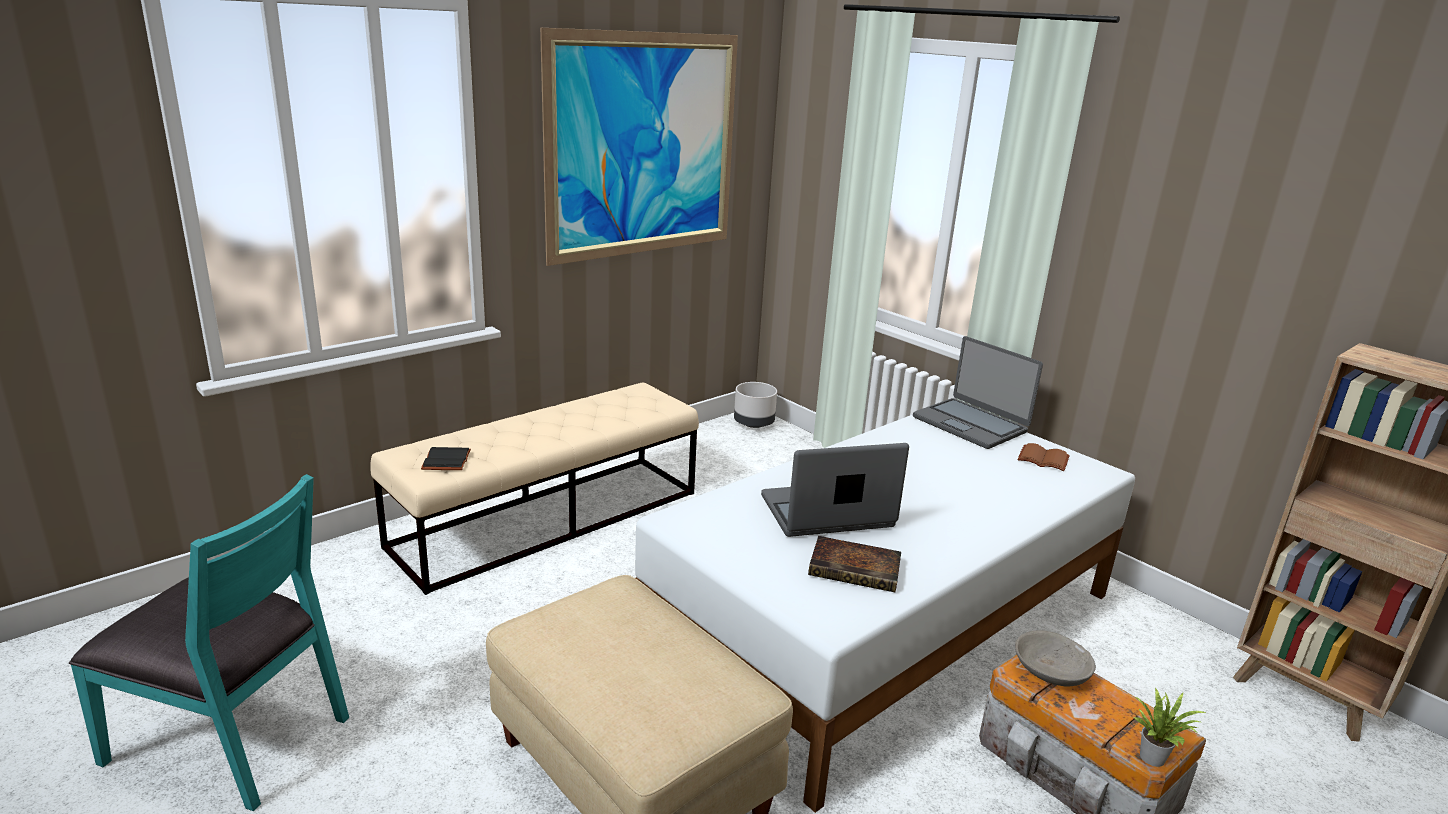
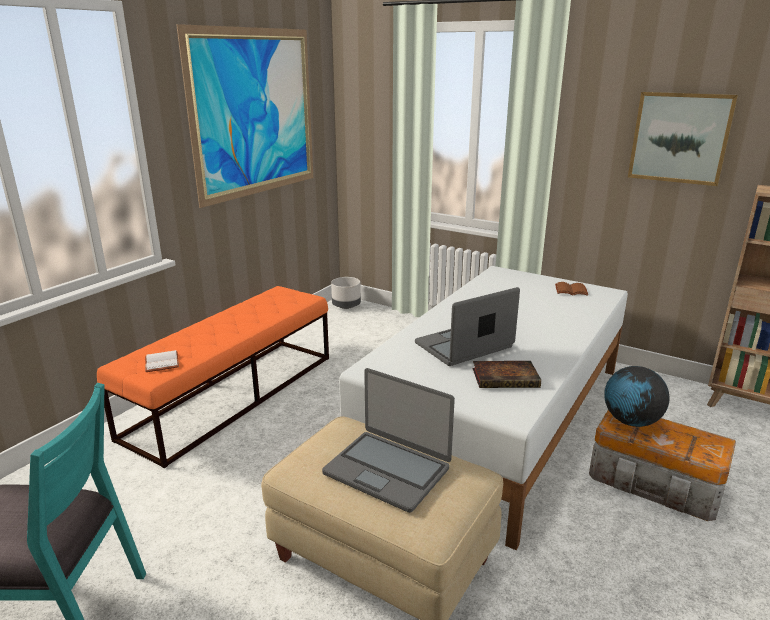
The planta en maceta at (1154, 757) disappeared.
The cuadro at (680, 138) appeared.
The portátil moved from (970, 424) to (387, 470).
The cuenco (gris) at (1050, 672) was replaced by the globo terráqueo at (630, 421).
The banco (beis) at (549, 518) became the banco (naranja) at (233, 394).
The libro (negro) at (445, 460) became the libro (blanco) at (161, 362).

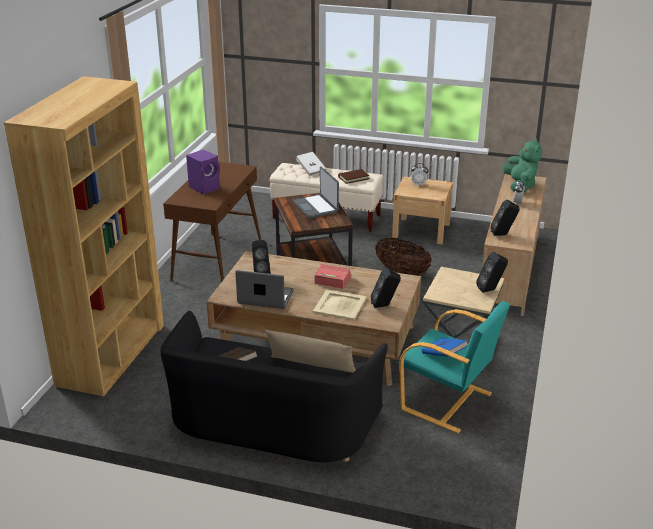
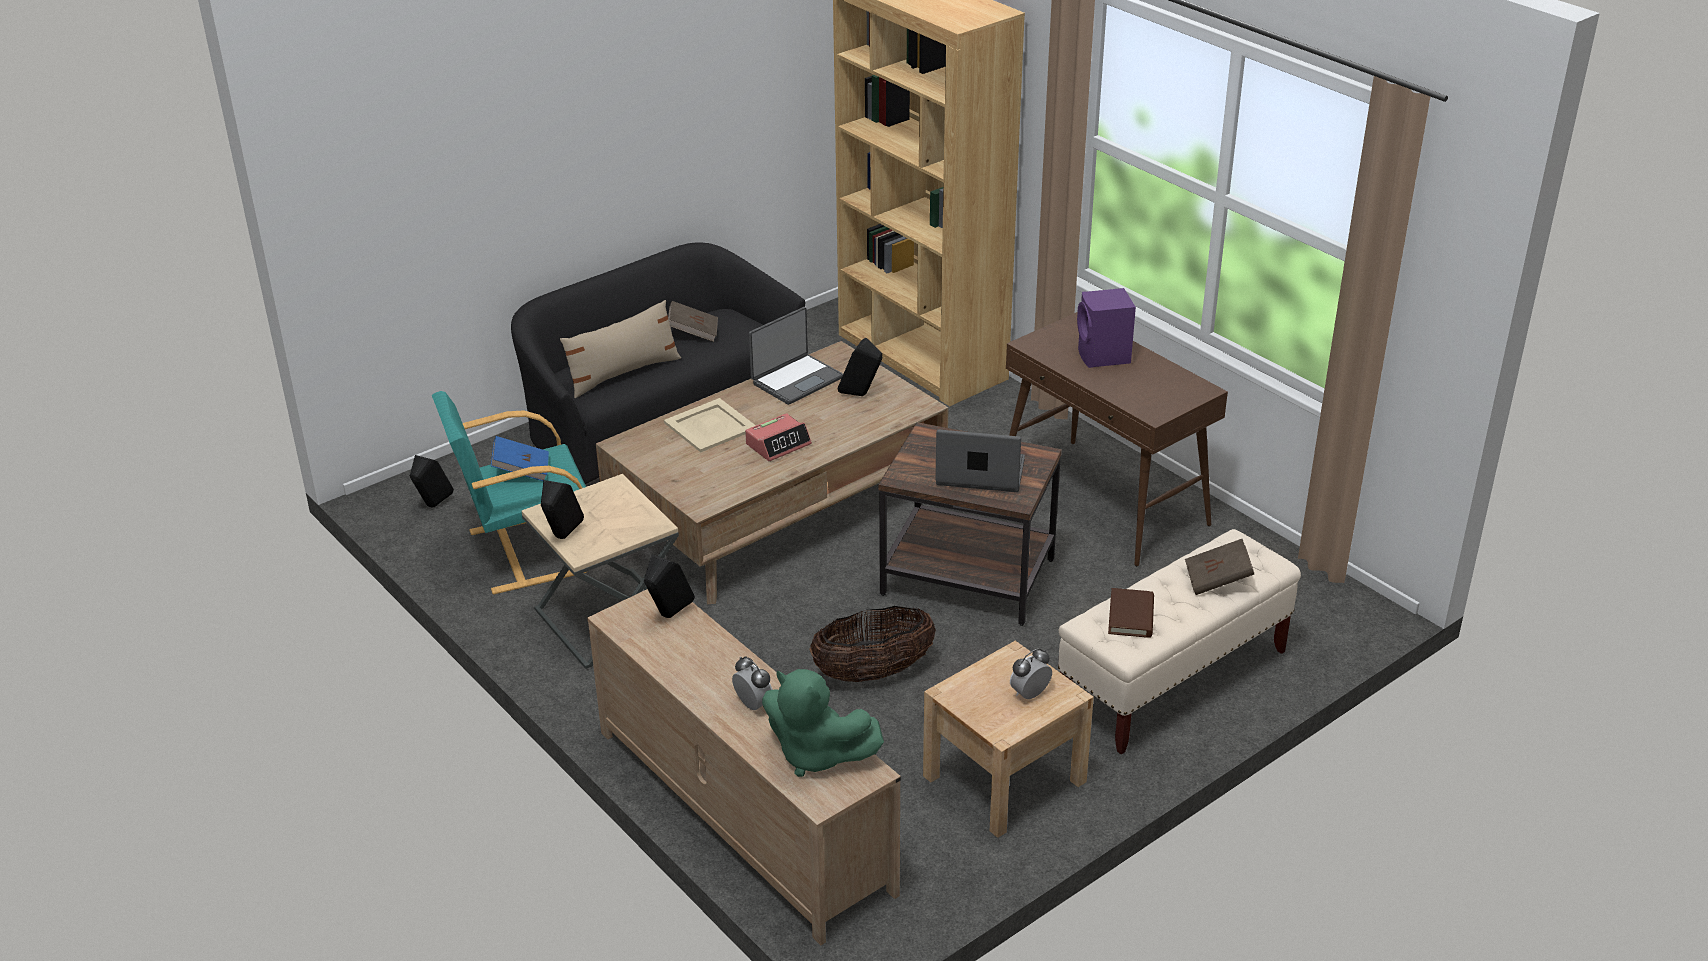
The altavoz (negro) moved from (385, 306) to (433, 506).
The libro (blanco) at (311, 170) became the libro (marrón) at (1217, 580).

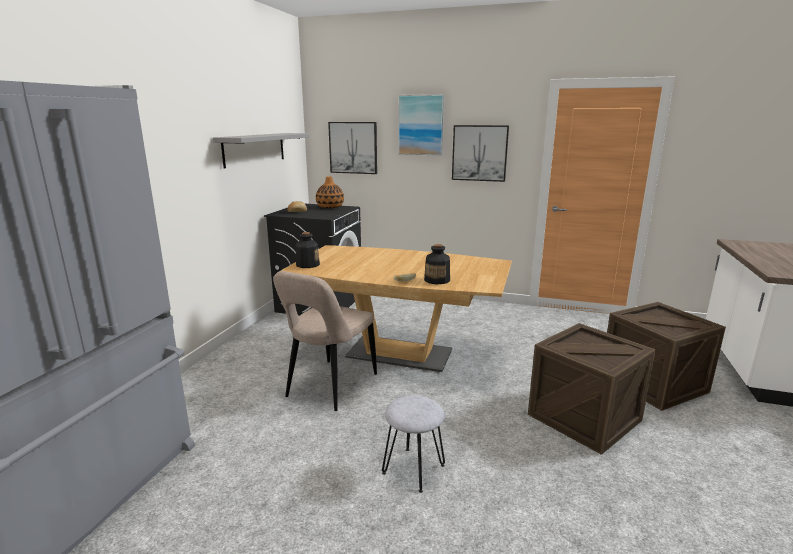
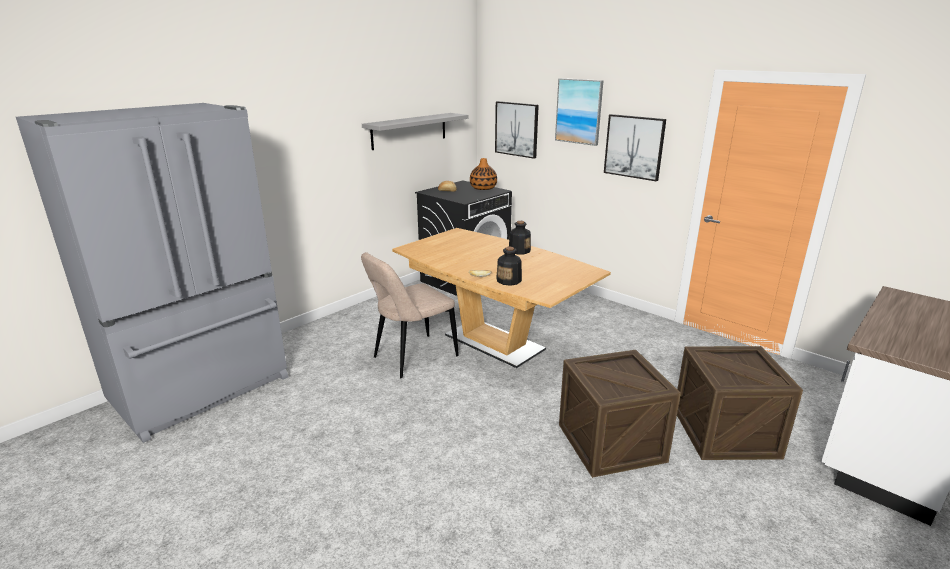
The taburete (gris) at (413, 469) disappeared.
The botella moved from (307, 265) to (519, 251).

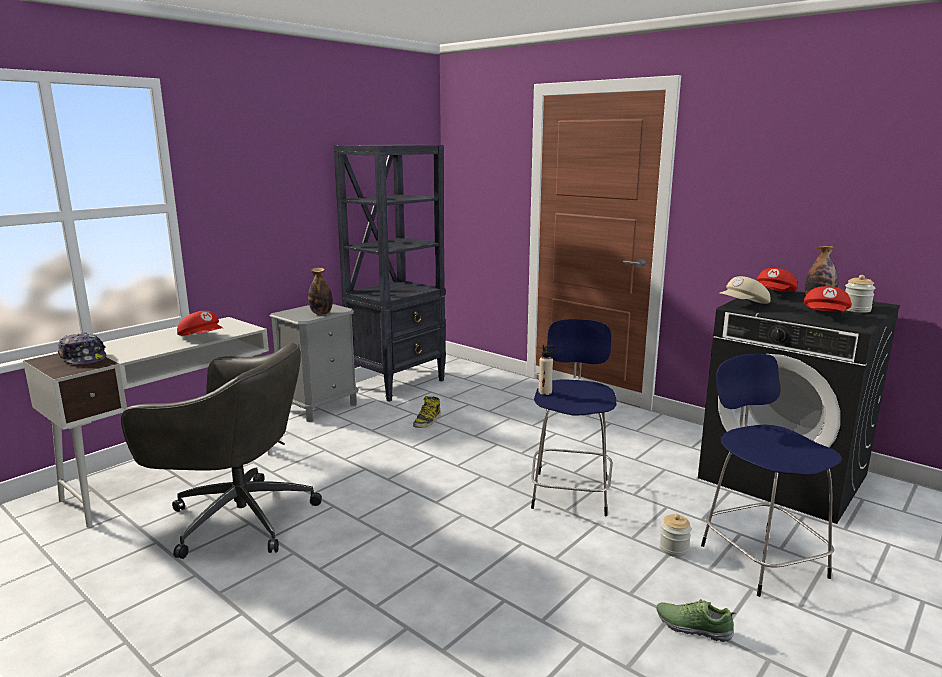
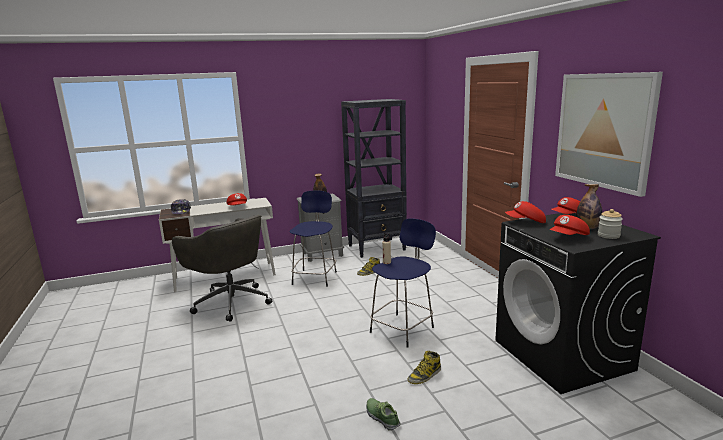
The cuadro at (603, 130) appeared.
The taburete (azul) moved from (760, 558) to (315, 277).
The tarro at (673, 549) was replaced by the bota at (424, 375).
The gorra (beis) at (744, 305) became the gorra (rojo) at (526, 222).

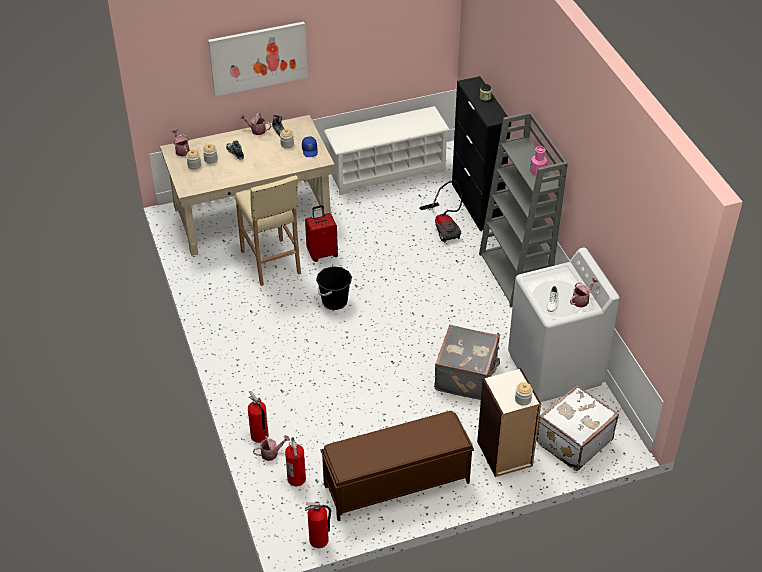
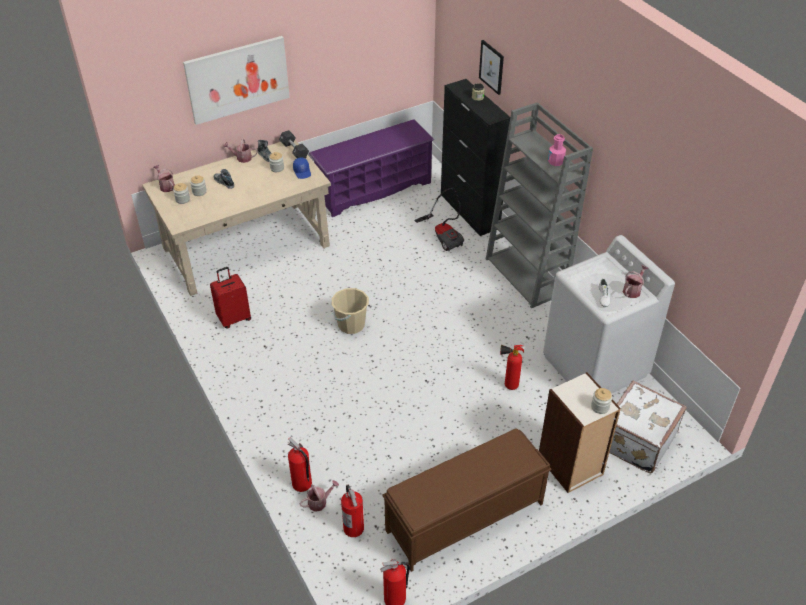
The taburete (beis) at (271, 263) disappeared.
The mancuerna (negro) at (294, 150) appeared.
The cuadro at (491, 67) appeared.
The maleta (rojo) moved from (322, 253) to (234, 318).
The maleta (gris) at (467, 376) was replaced by the extintor at (507, 385).
The cubo (negro) at (334, 301) became the cubo (beis) at (351, 325).
The zapatero (blanco) at (386, 171) became the zapatero (morado) at (373, 189).

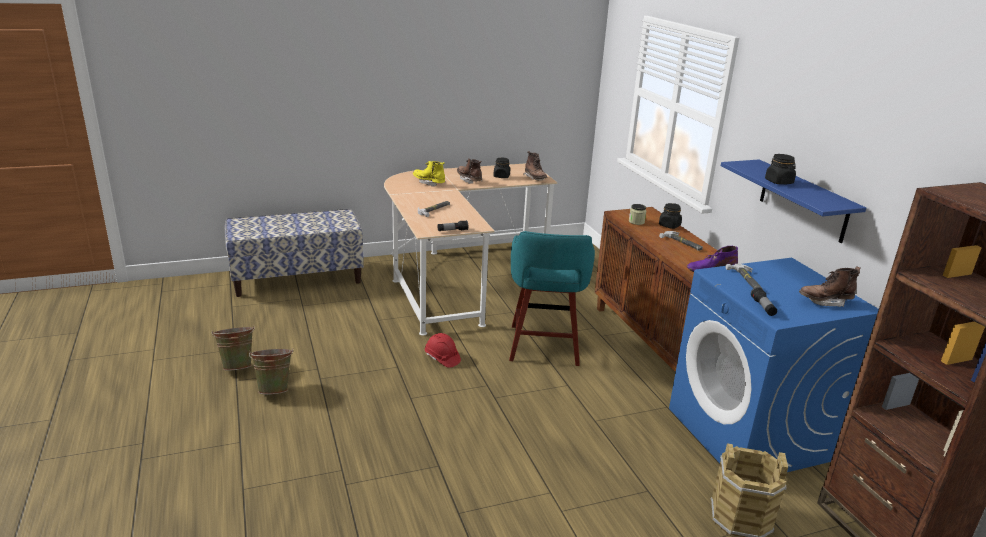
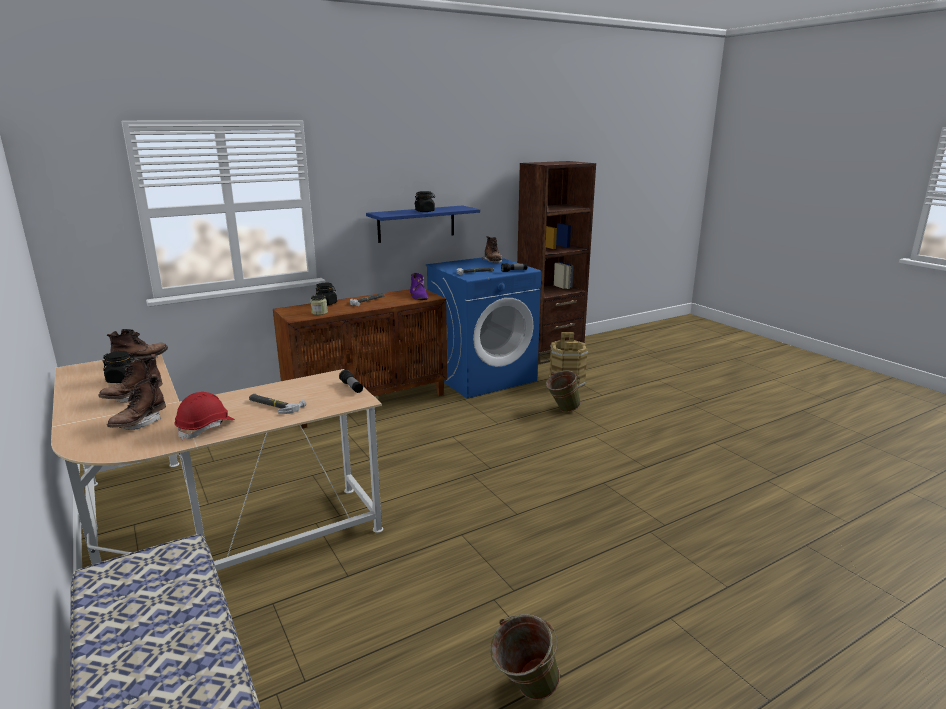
The taburete (turquesa) at (543, 347) disappeared.
The cubo (verde) moved from (275, 389) to (562, 410).
The casco (rojo) moved from (442, 358) to (206, 428).
The bota (amarillo) at (429, 183) became the bota (marrón) at (139, 424).

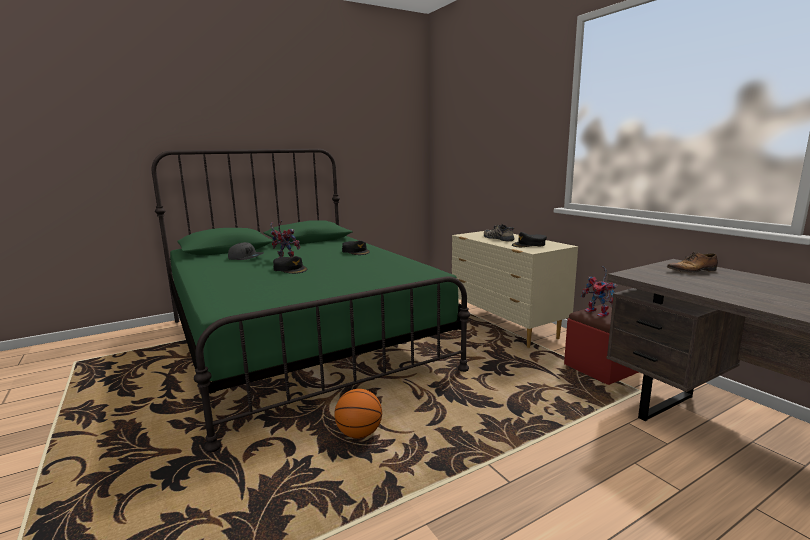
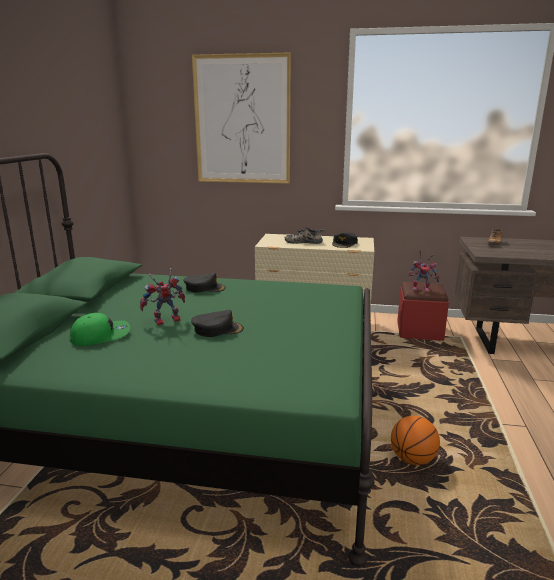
The cuadro at (242, 120) appeared.
The gorra (gris) at (246, 258) became the gorra (verde) at (100, 336).

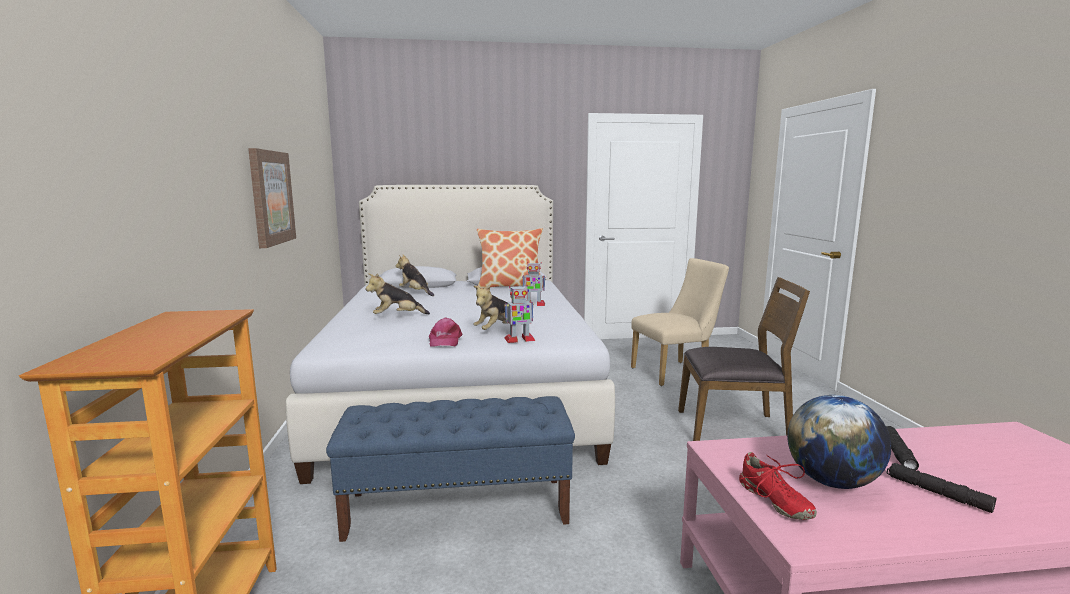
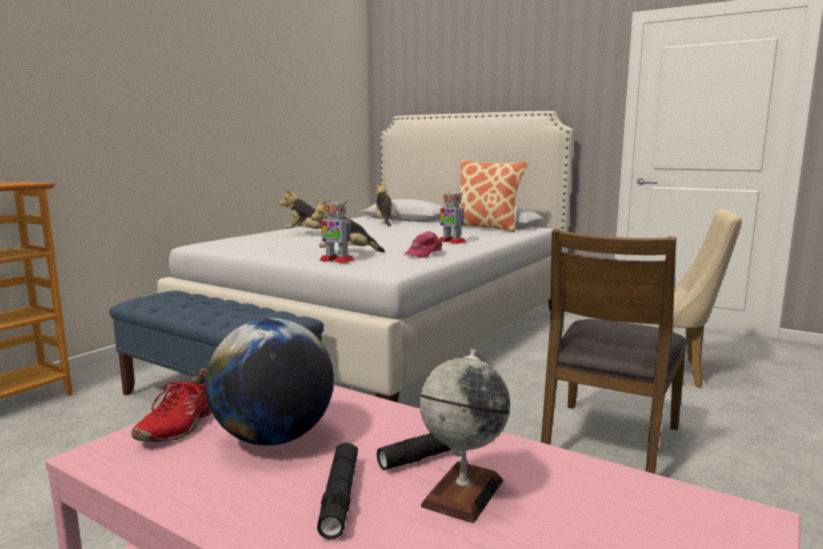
The cuadro at (271, 197) disappeared.
The globo terráqueo at (463, 493) appeared.
The gorra (rosa) moved from (444, 340) to (423, 253).
The silla (marrón) at (733, 428) turned 75 degrees clockwise.

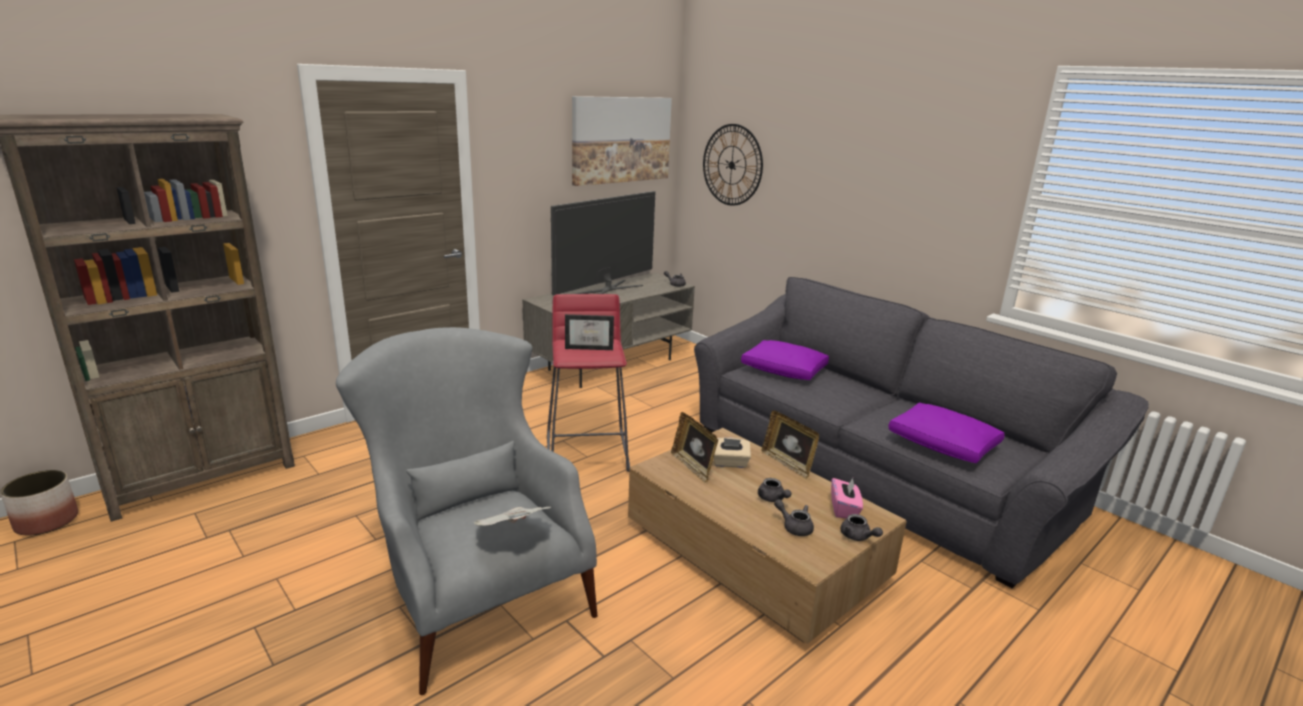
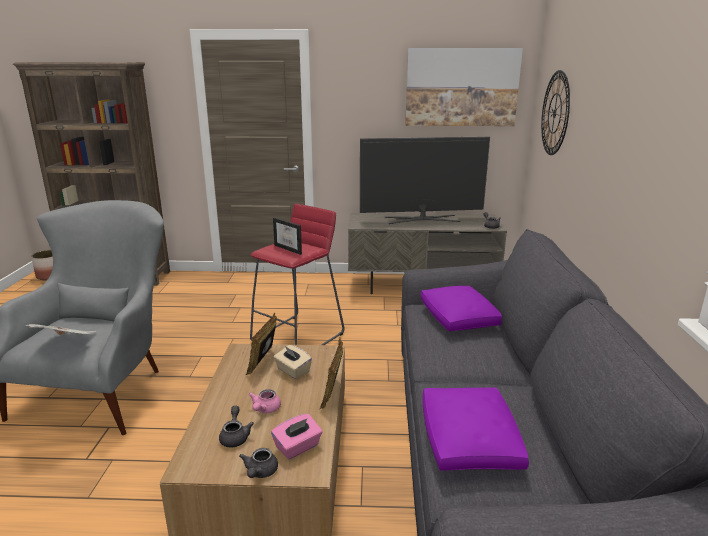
The tetera (gris) at (772, 499) became the tetera (rosa) at (265, 409).

